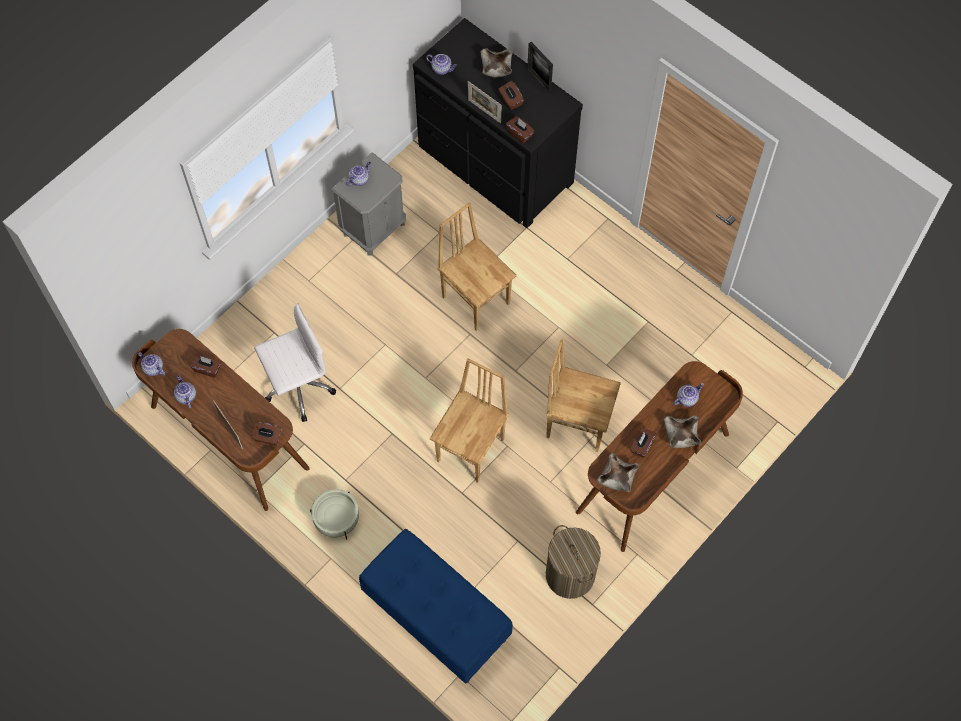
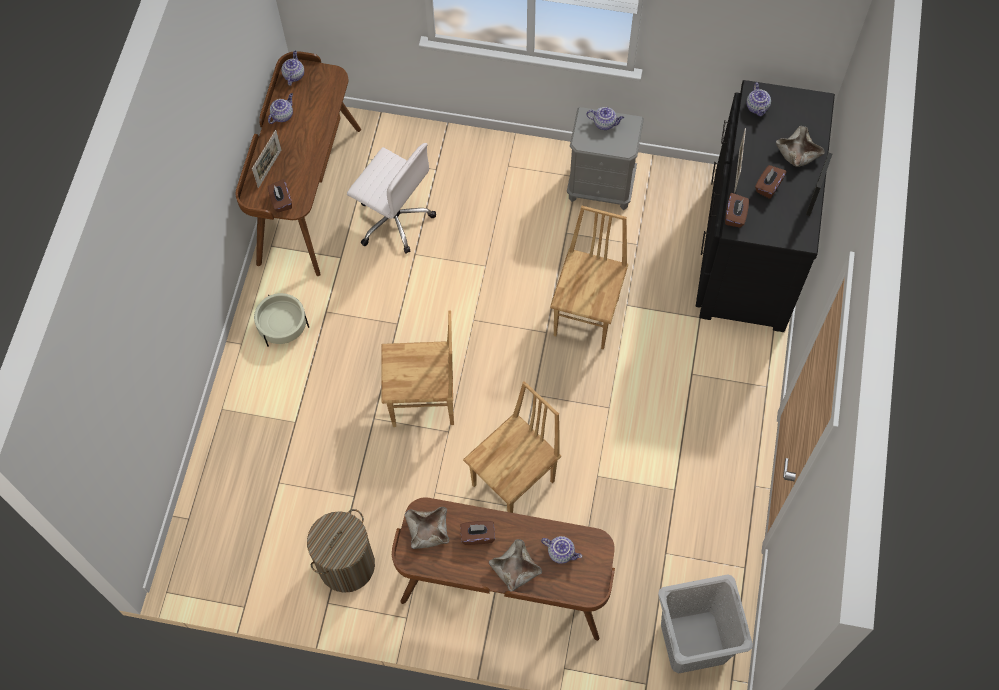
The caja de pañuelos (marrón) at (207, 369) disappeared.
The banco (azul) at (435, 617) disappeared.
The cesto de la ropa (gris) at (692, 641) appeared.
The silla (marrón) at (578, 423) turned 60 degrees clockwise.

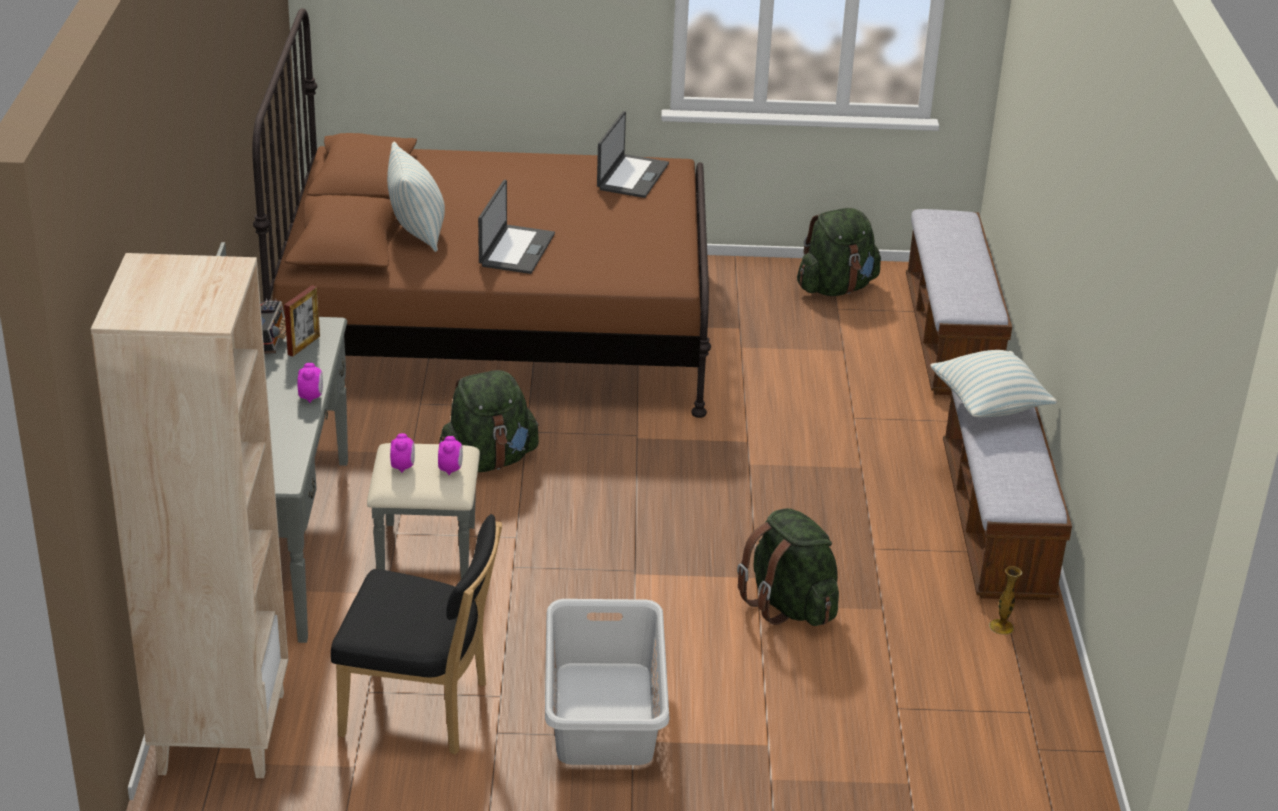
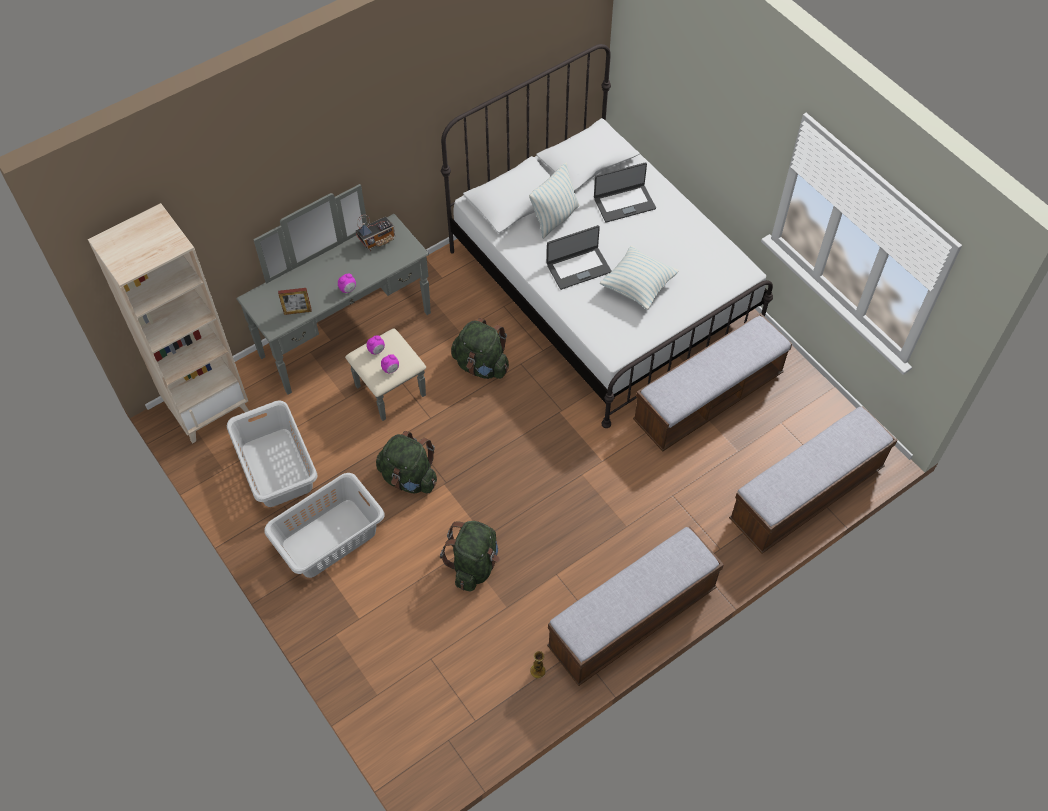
The banco at (708, 399) appeared.
The portarretratos moved from (304, 345) to (297, 311).
The portátil moved from (631, 176) to (624, 203).
The mochila (verde) moved from (836, 288) to (409, 478).
The cojín moved from (989, 406) to (638, 287).
The silla (negro) at (422, 710) was replaced by the cesto de la ropa (gris) at (276, 468).
The cama (marrón) at (497, 326) became the cama (blanco) at (602, 288).

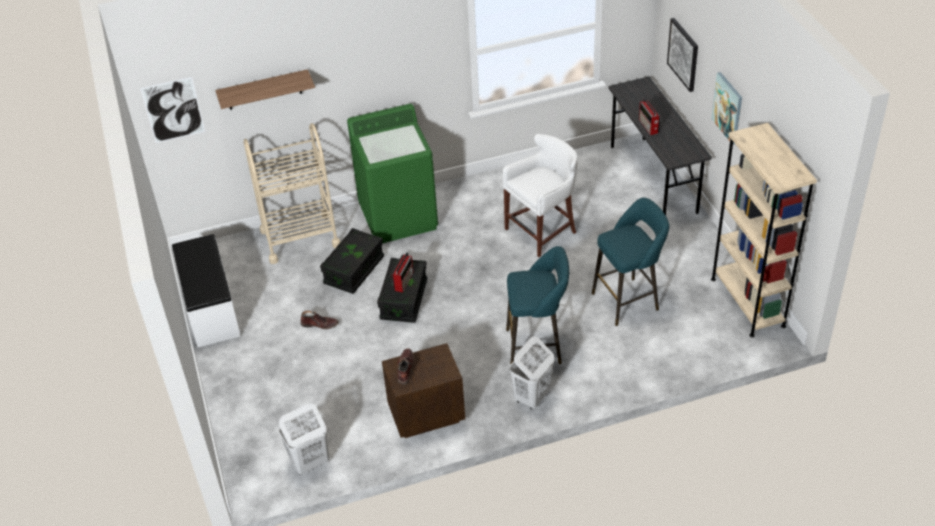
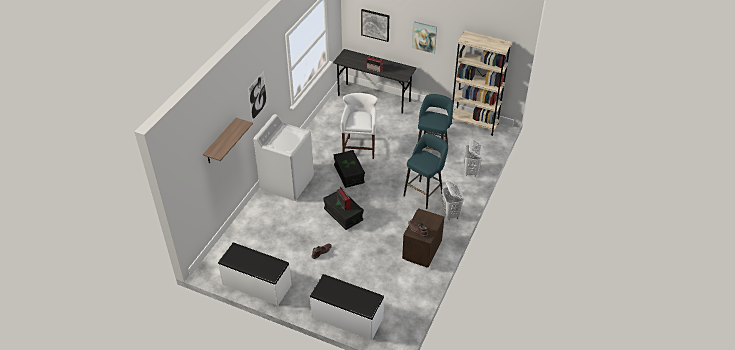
The carrito (beis) at (300, 238) disappeared.
The banco (blanco) at (347, 318) appeared.
The cuadro moved from (173, 110) to (257, 96).
The cesto de la ropa (blanco) moved from (309, 463) to (471, 171).
The caja de almacenaje (negro) moved from (354, 270) to (349, 174).
The lavadora (verde) at (399, 217) became the lavadora (blanco) at (287, 182).

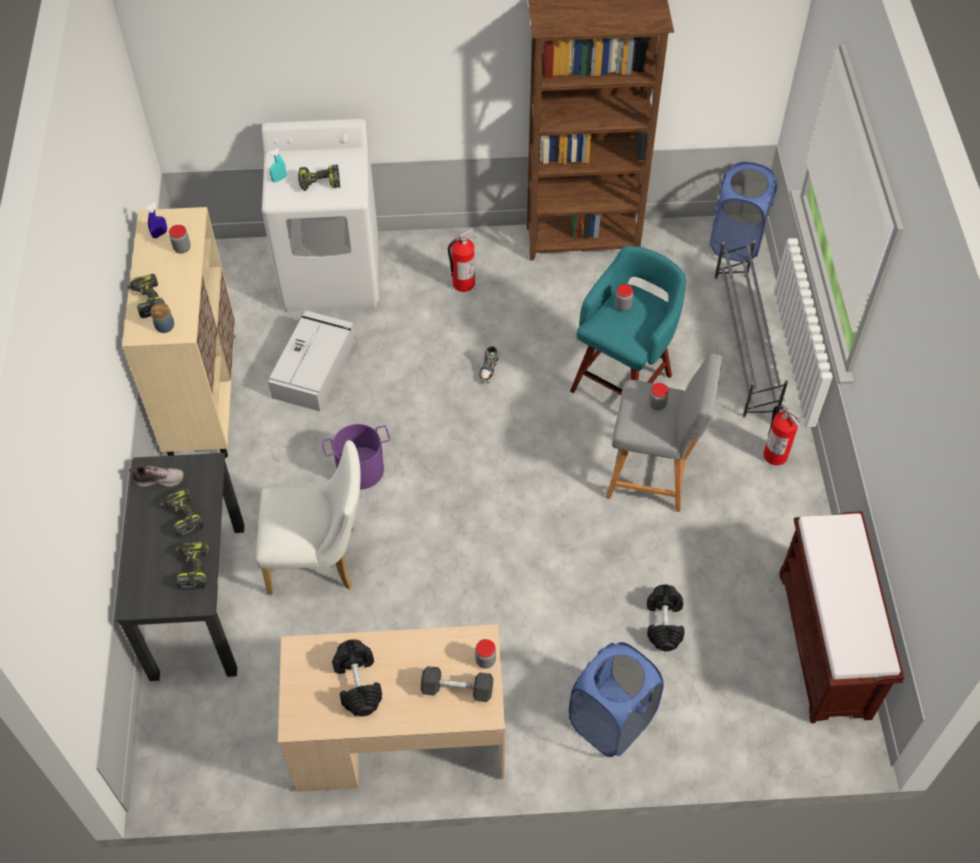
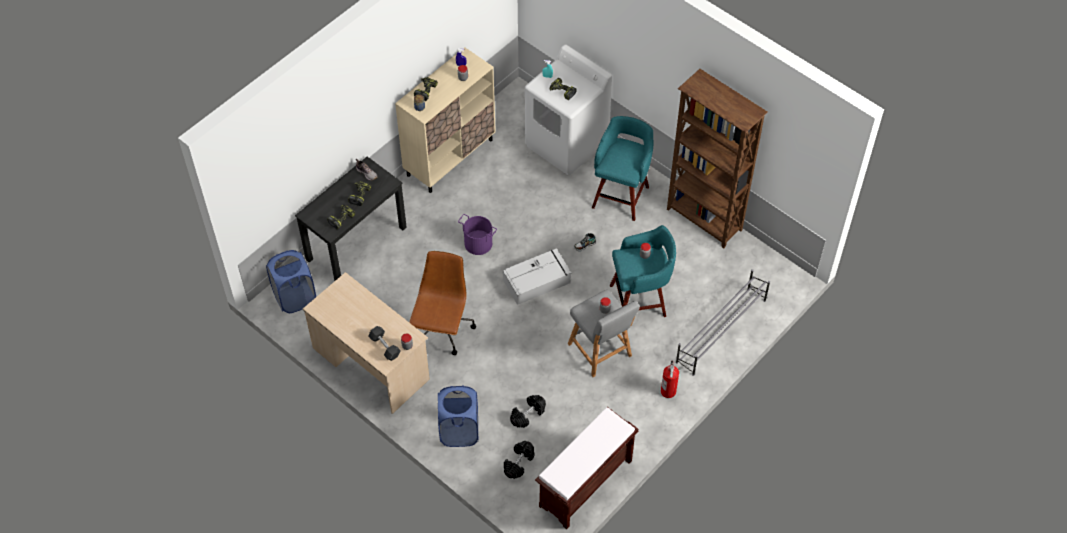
The silla (blanco) at (320, 559) disappeared.
The silla de oficina (marrón) at (442, 331) appeared.
The caja de almacenaje (gris) moved from (314, 367) to (537, 281).
The mancuerna (negro) moved from (357, 683) to (518, 463).
The cesto de la ropa (azul) moved from (736, 241) to (295, 297).
The extintor at (463, 283) was replaced by the taburete (turquesa) at (621, 195).

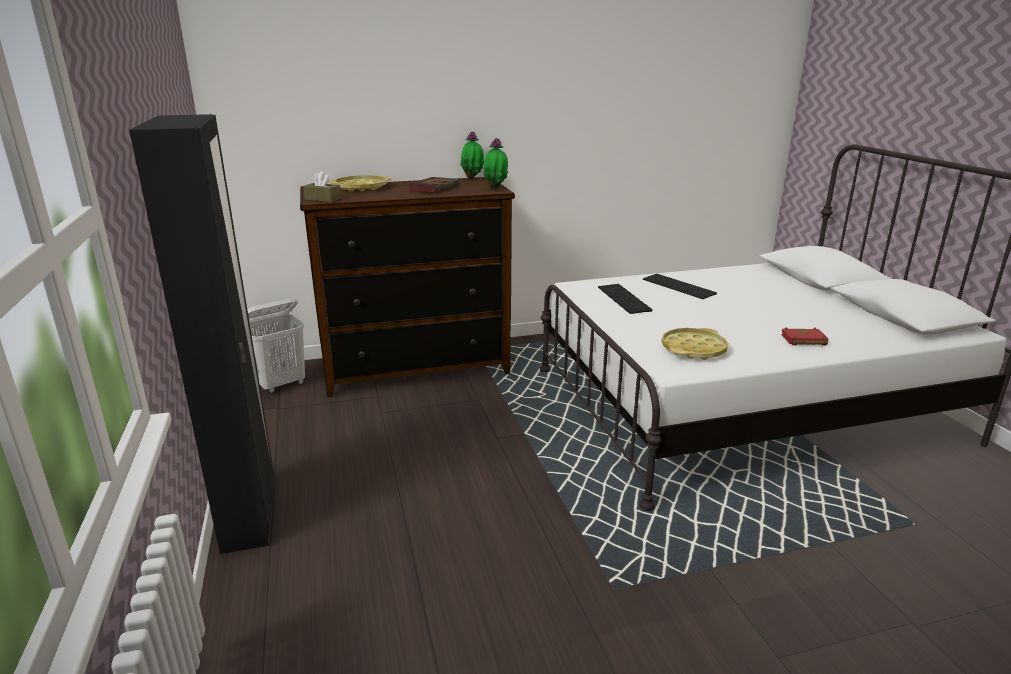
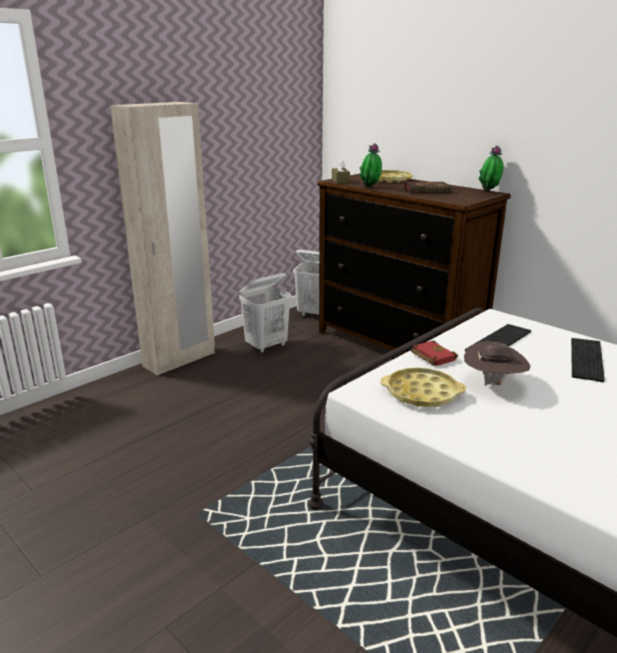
The cesto de la ropa (blanco) at (267, 346) appeared.
The sombrero (marrón) at (493, 383) appeared.
The planta en maceta moved from (496, 187) to (370, 187).
The libro (rojo) moved from (803, 341) to (431, 356).
The armario ropero (negro) at (250, 514) became the armario ropero (beis) at (179, 360).

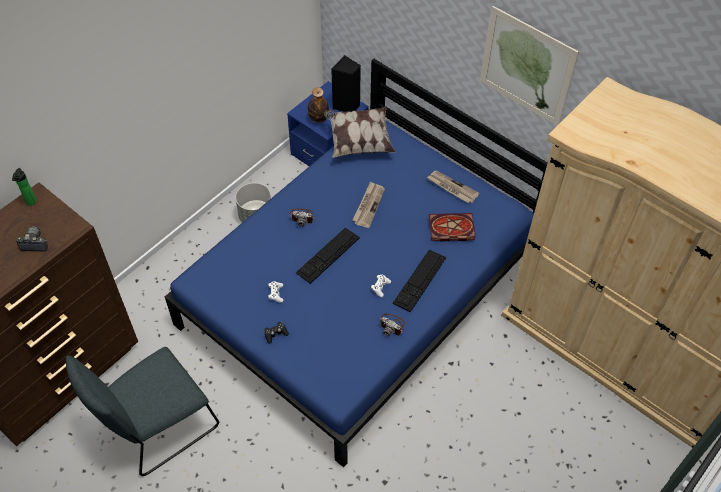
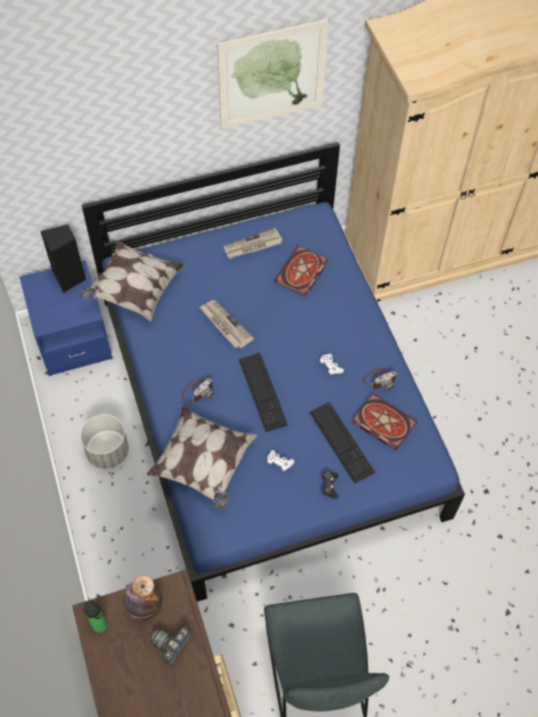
The cojín at (203, 465) appeared.
The libro at (382, 422) appeared.
The botella moved from (318, 119) to (144, 606).
The teclado moved from (419, 280) to (341, 442).

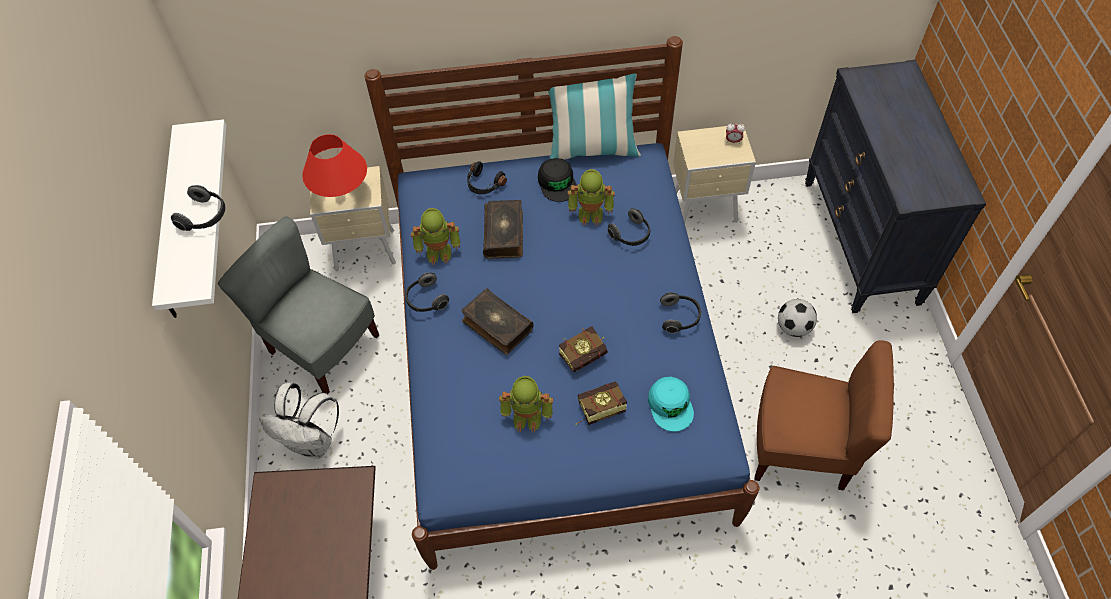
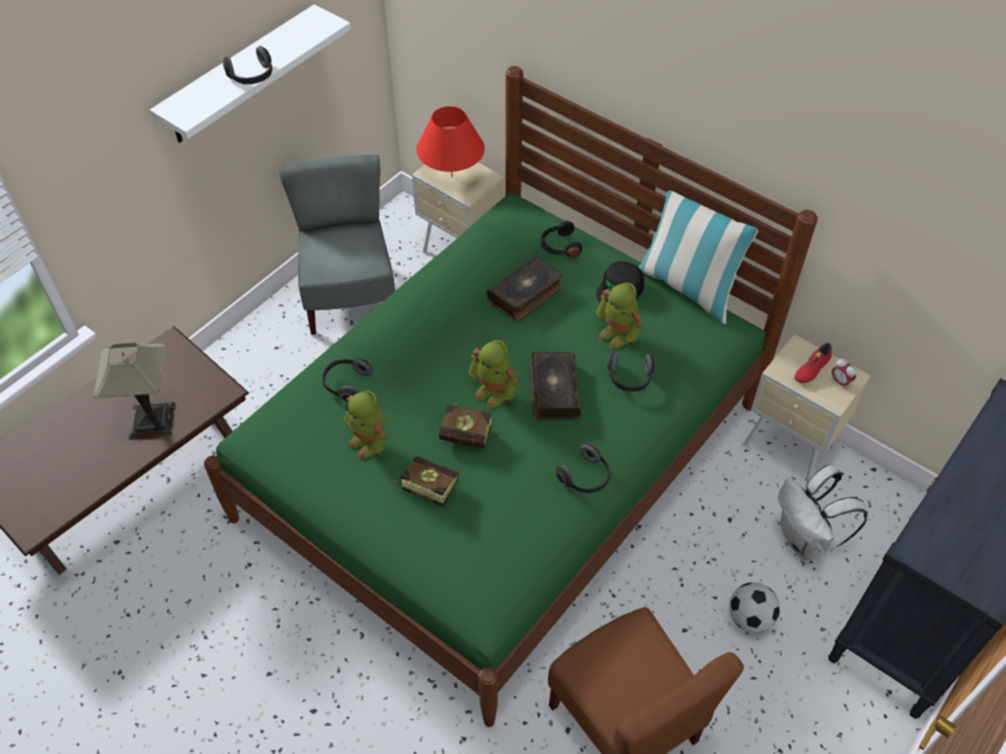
The gorra (turquesa) at (670, 405) disappeared.
The lámpara de mesa at (152, 420) appeared.
The zapato (rojo) at (811, 369) appeared.
The mochila (blanco) moved from (312, 442) to (805, 540).
The auriculares moved from (426, 300) to (346, 384).
The robot de juguete moved from (439, 251) to (494, 392).
The libro moved from (496, 326) to (552, 391).
The cama (azul) at (557, 363) became the cama (verde) at (502, 460).

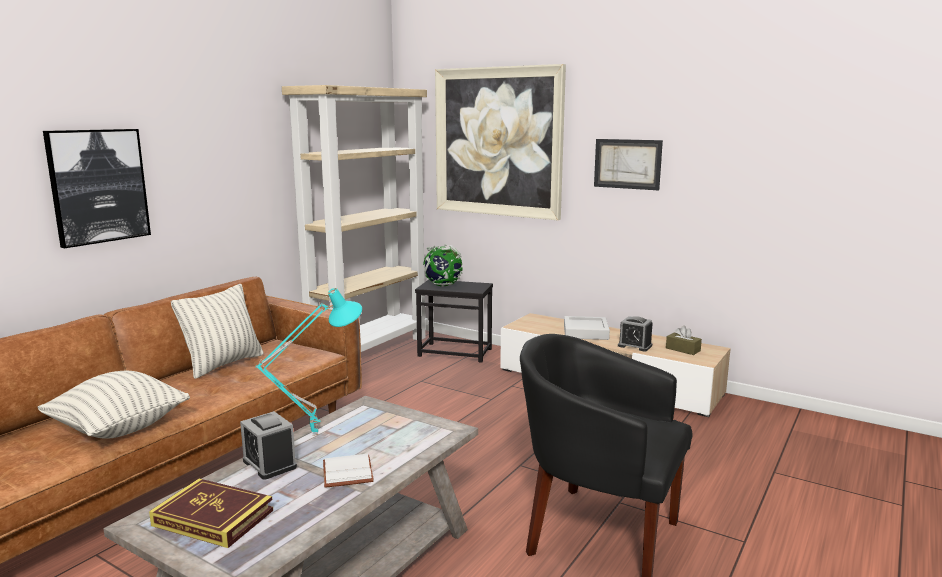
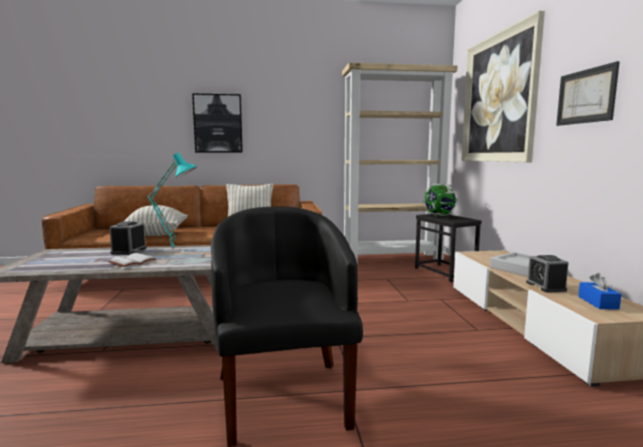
The libro at (213, 518) disappeared.
The caja de pañuelos (marrón) at (683, 349) became the caja de pañuelos (azul) at (598, 302).

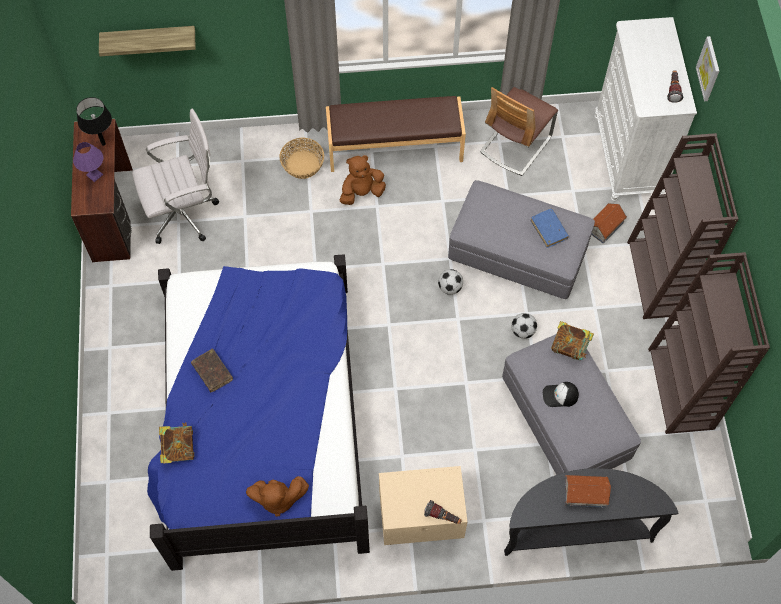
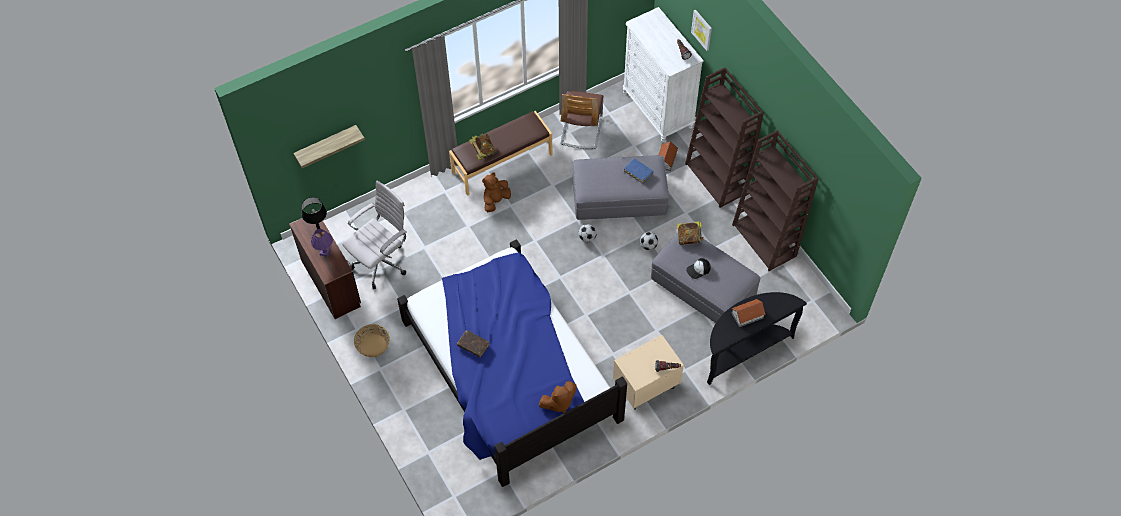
The libro moved from (178, 448) to (483, 151).
The cesta moved from (302, 164) to (373, 345).

